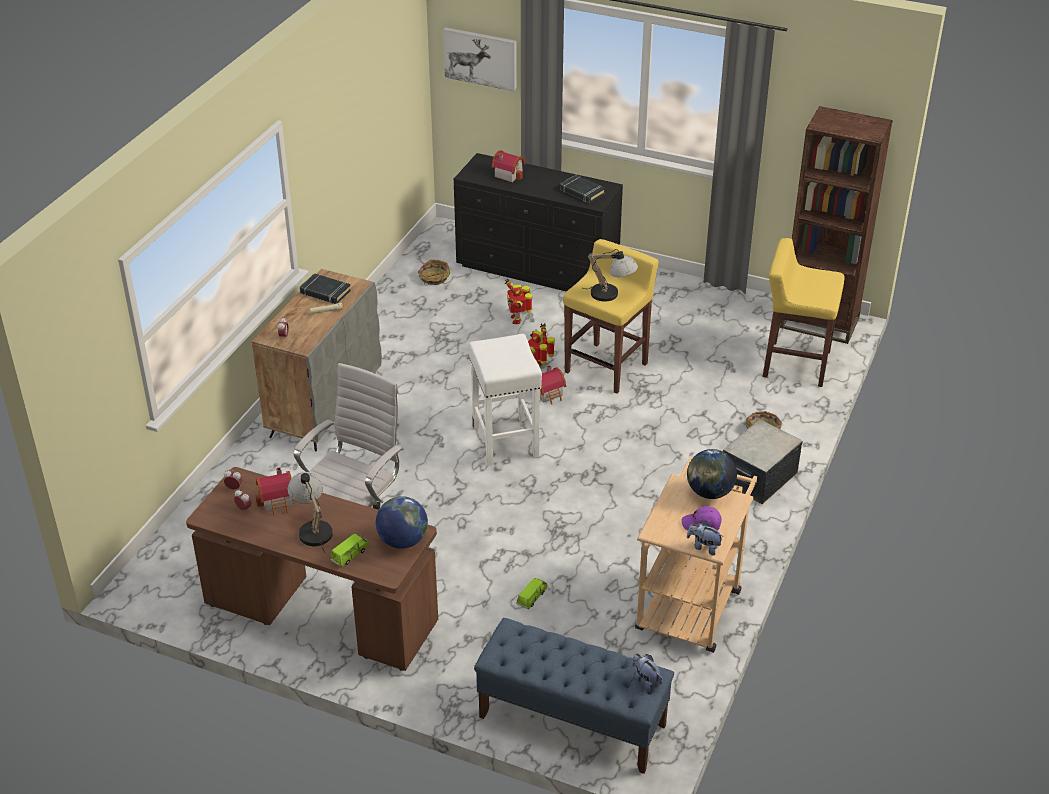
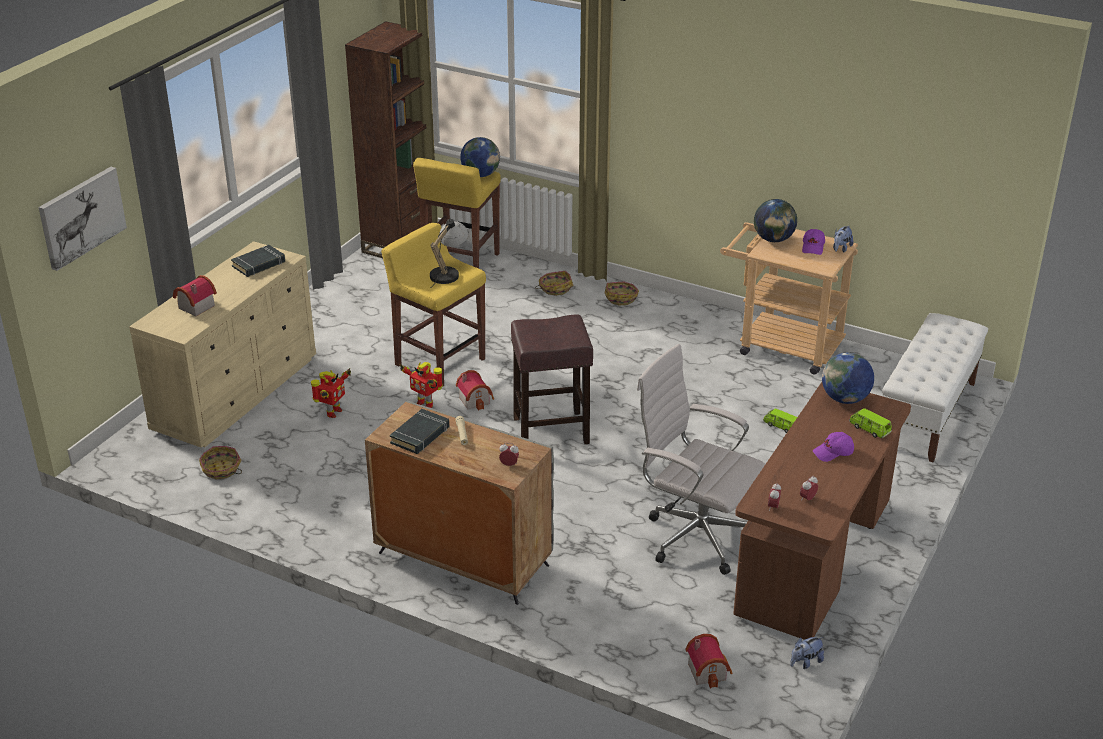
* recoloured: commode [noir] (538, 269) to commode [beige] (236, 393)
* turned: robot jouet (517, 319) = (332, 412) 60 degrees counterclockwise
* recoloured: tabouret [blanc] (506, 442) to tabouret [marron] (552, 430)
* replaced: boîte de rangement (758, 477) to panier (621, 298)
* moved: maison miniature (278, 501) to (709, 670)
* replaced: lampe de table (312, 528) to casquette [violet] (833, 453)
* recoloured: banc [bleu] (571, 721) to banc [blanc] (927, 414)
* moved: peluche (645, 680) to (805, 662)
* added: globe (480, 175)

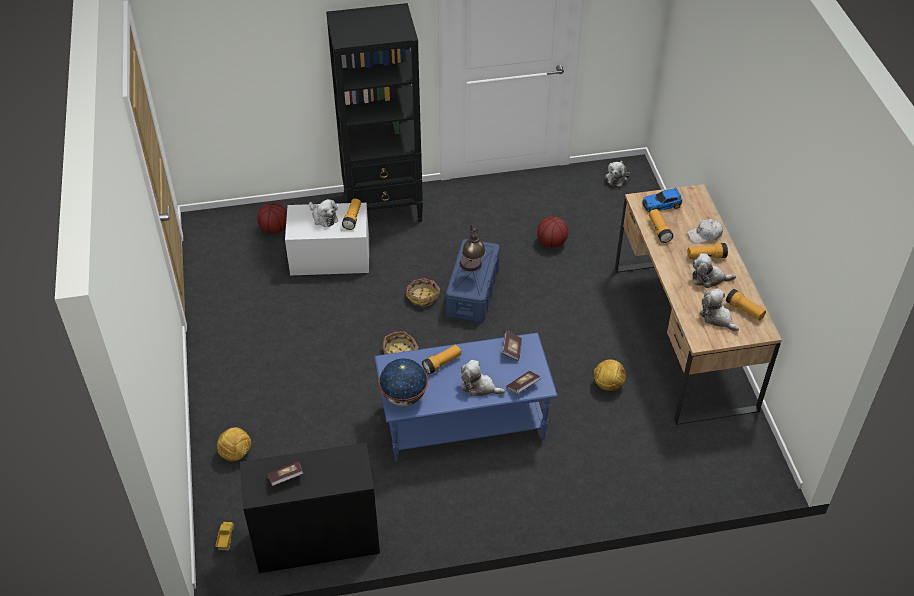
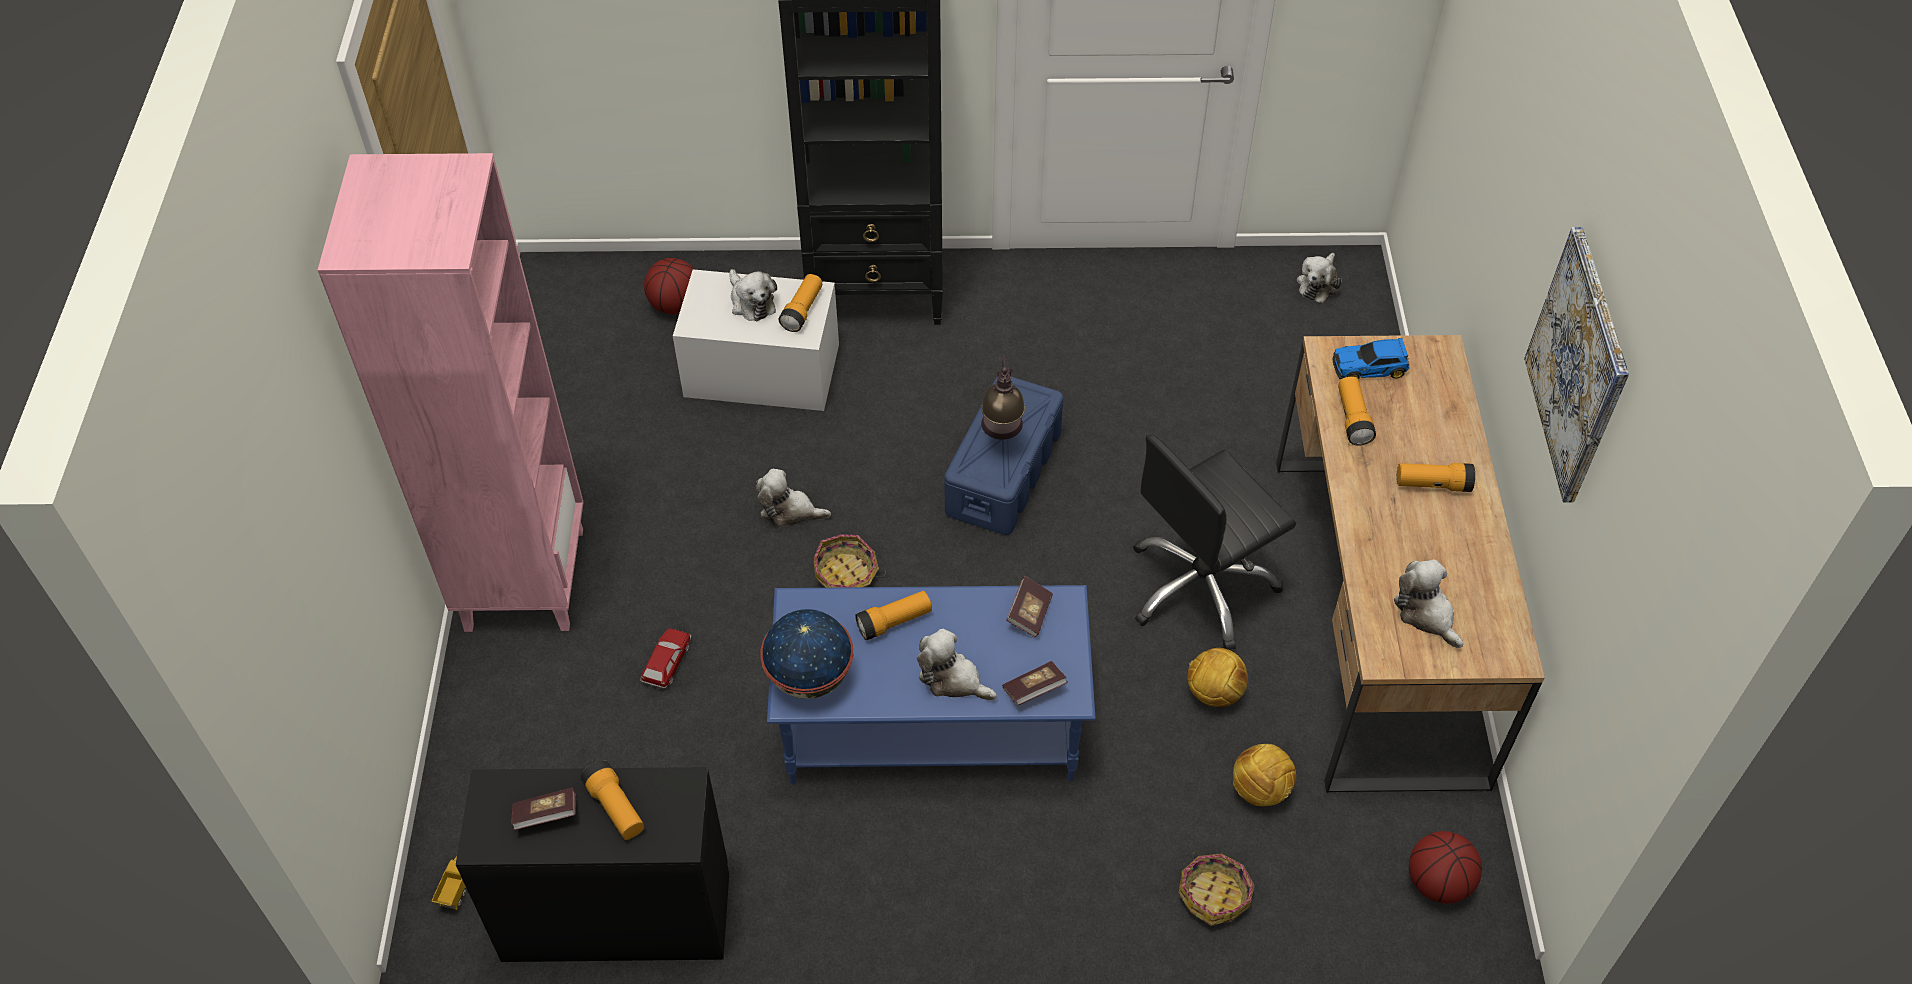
* moved: ballon de basket (551, 243) to (1437, 883)
* removed: casquette [blanc] (705, 235)
* moved: peluche (709, 278) to (789, 510)
* moved: panier (423, 296) to (1214, 894)
* moved: lampe de poche (744, 310) to (615, 808)
* moved: ballon de foot (236, 453) to (1260, 789)
* added: bibliothèque [rose] (523, 578)
* added: tableau (1578, 365)
* added: chaise de bureau [noir] (1201, 588)
* added: petite voiture (667, 662)

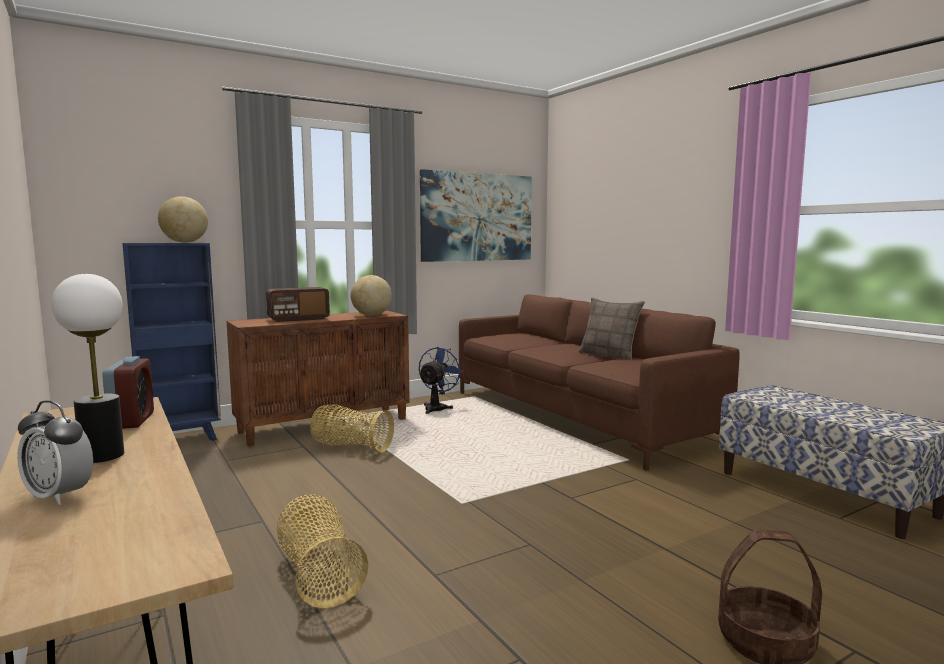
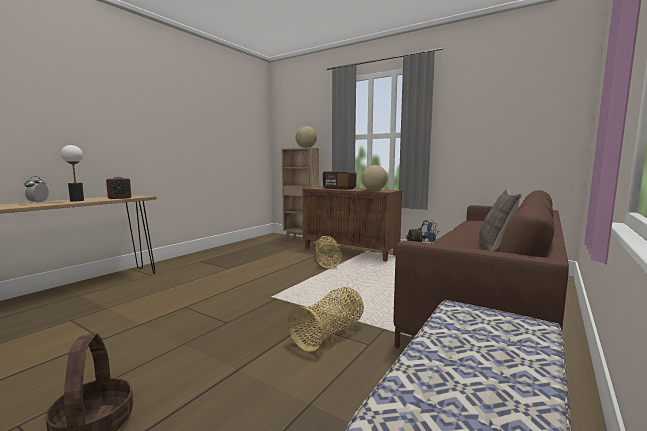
* removed: tableau (477, 217)
* recoloured: bibliothèque [bleu] (181, 440) to bibliothèque [marron] (301, 240)
* moved: panier (319, 574) to (329, 334)

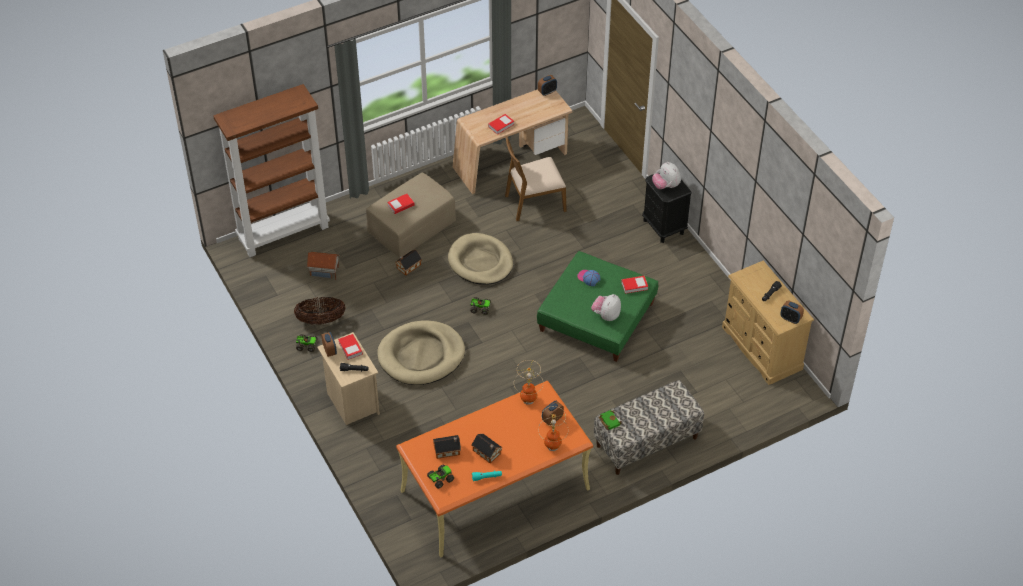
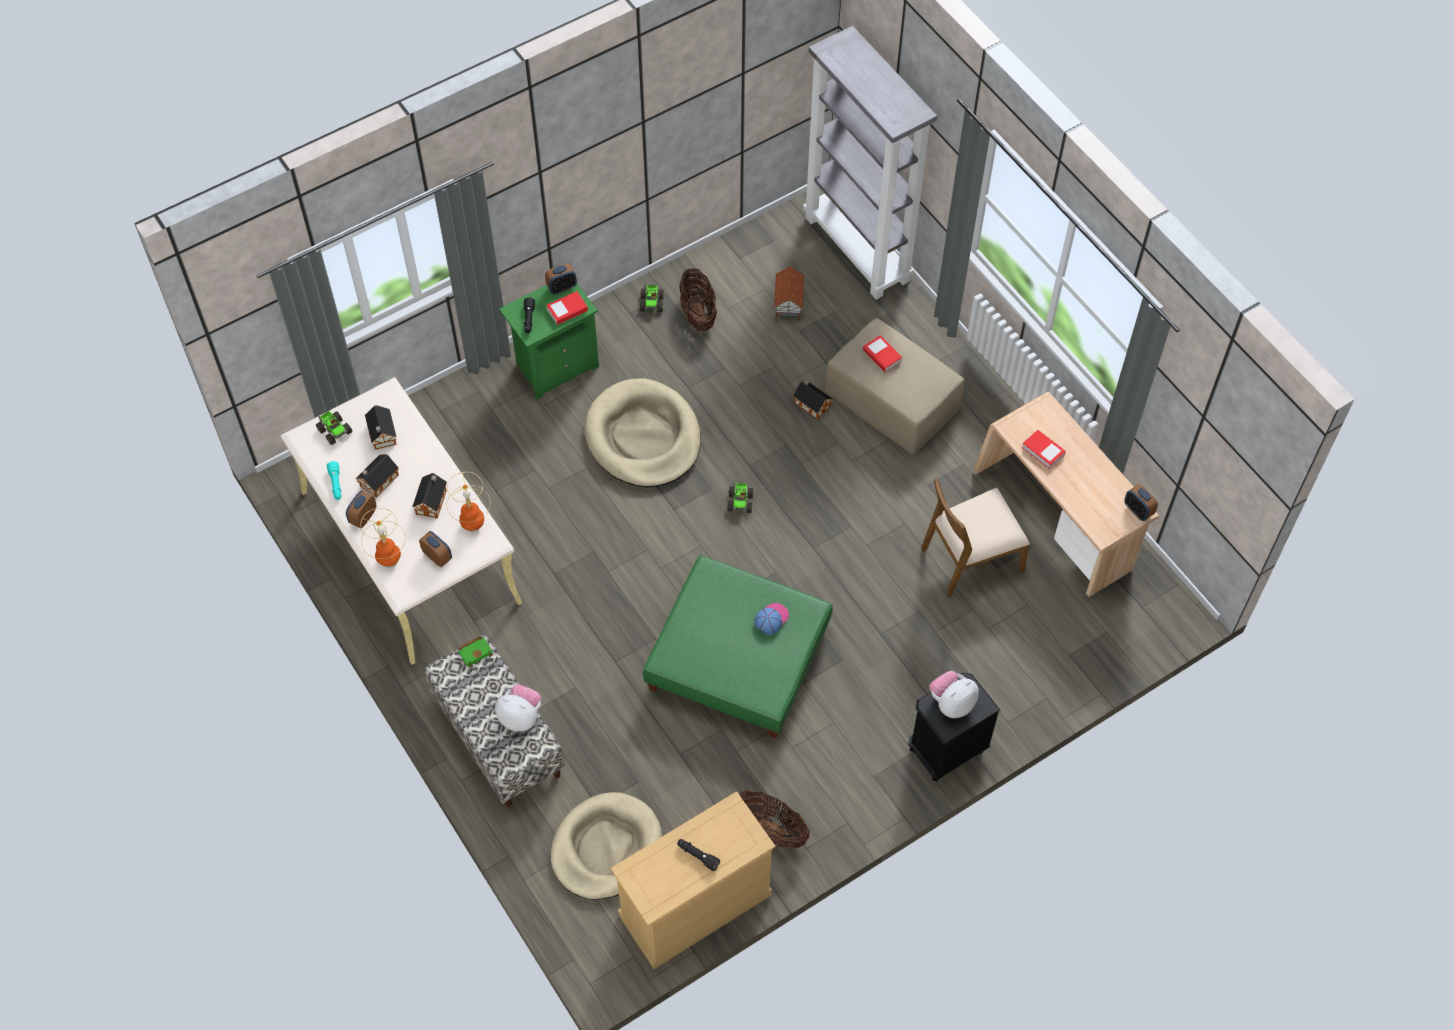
* recoloured: bibliothèque [marron] (284, 232) to bibliothèque [gris] (858, 249)
* turned: chaise [marron] (534, 202) = (970, 558) 90 degrees counterclockwise
* moved: panier pour chien [beige] (480, 262) to (606, 848)
* removed: livre (634, 286)
* moved: peluche (606, 315) to (521, 716)
* moved: réveil (790, 319) to (363, 517)
* recoloured: table de chevet [beige] (351, 402) to table de chevet [vert] (555, 365)
* recoloured: bureau [orange] (494, 490) to bureau [beige] (409, 546)
* added: maison miniature (432, 501)
* added: panier (770, 829)

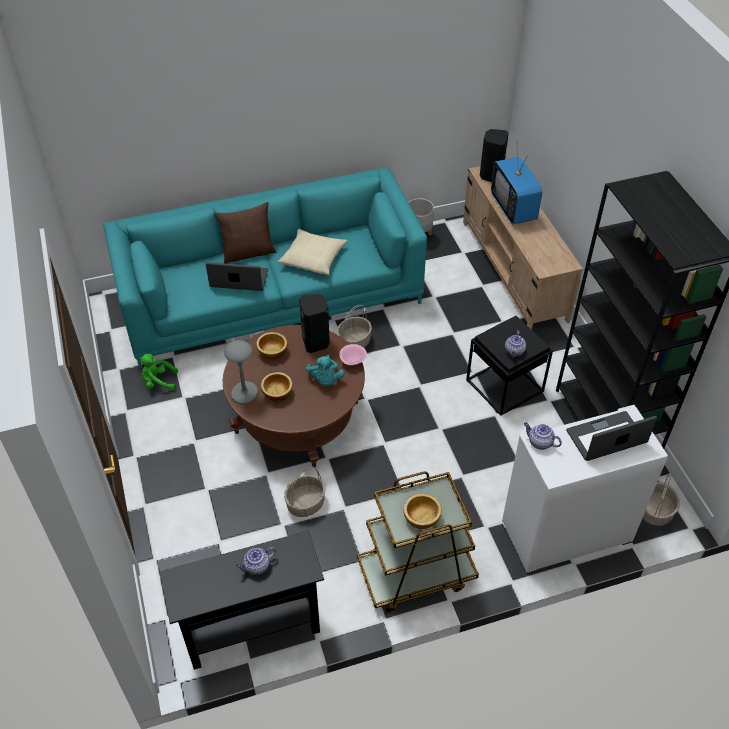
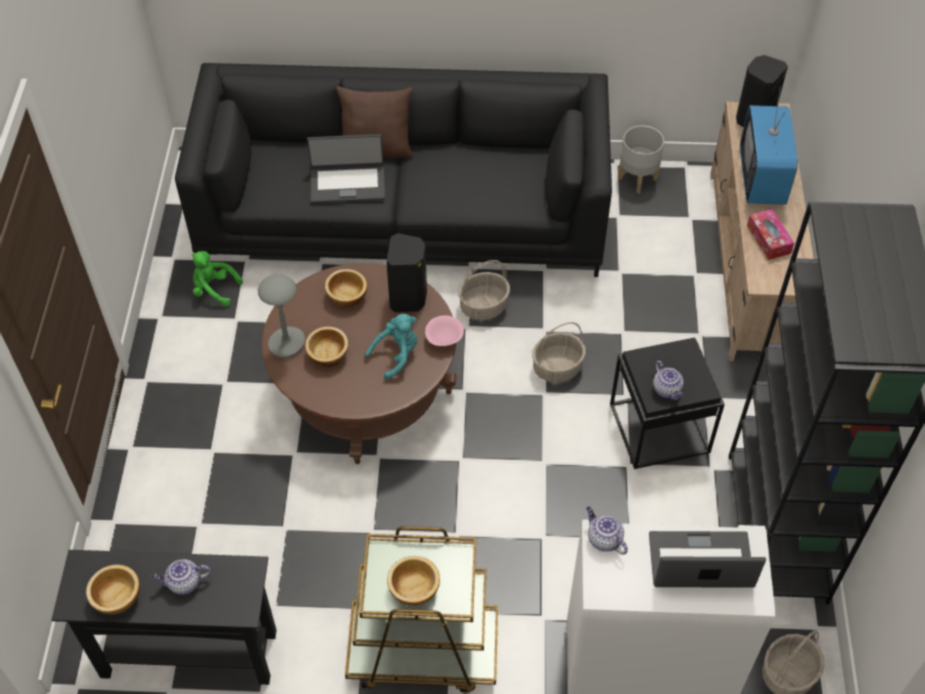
* recoloured: canapé [turquoise] (271, 297) to canapé [noir] (403, 213)
* removed: coussin [beige] (313, 257)
* turned: ordinateur portable (239, 279) = (347, 183) 150 degrees clockwise
* turned: théière (514, 351) = (667, 390) 60 degrees counterclockwise
* turned: peluche [turquoise] (325, 380) = (396, 355) 135 degrees counterclockwise
* moved: panier (305, 504) to (557, 368)
* added: boîte à mouchoirs (768, 239)
* added: bol (116, 598)

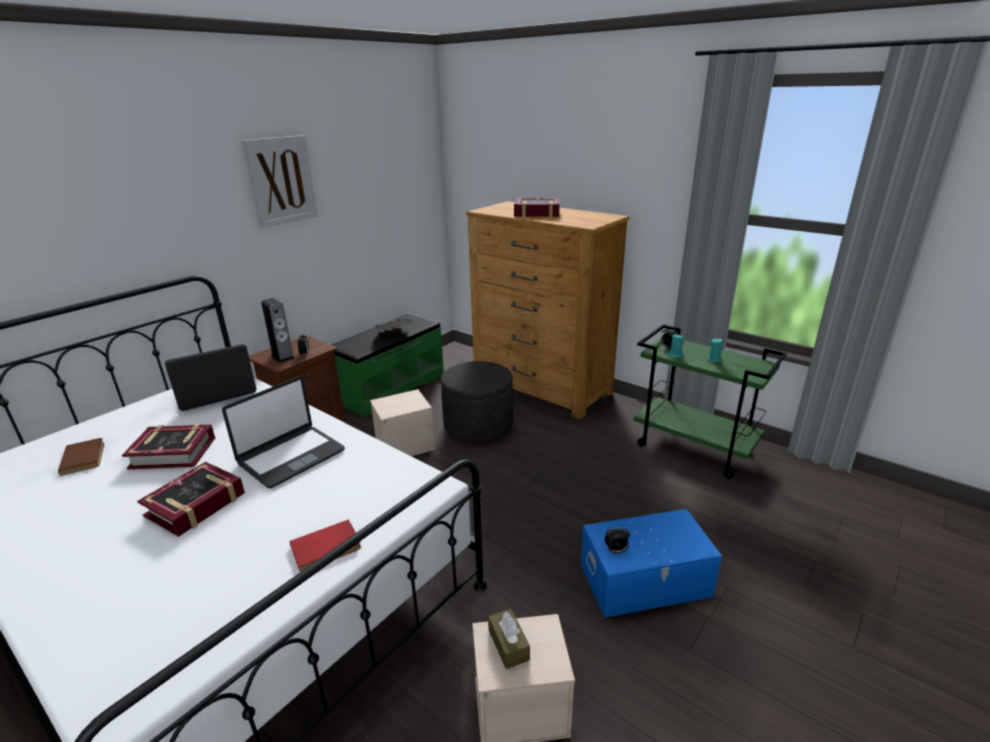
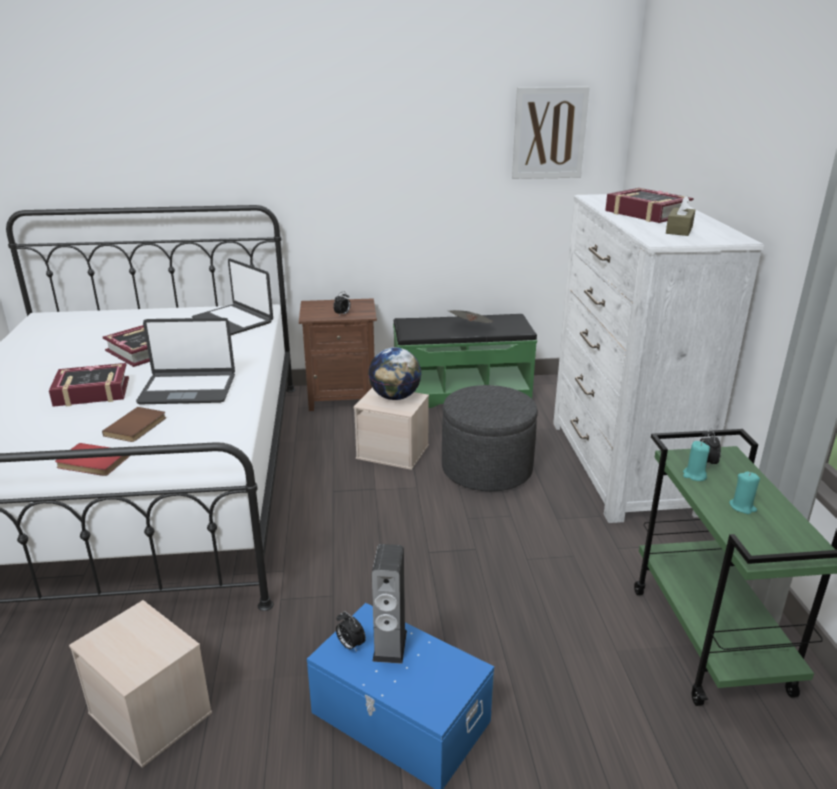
* moved: tableau (281, 180) to (549, 133)
* recoloured: commode [marron] (541, 387) to commode [blanc] (620, 466)
* moved: enceinte (283, 356) to (390, 645)
* turned: ordinateur portable (216, 393) = (233, 321) 150 degrees counterclockwise
* moved: livre [marron] (85, 457) to (137, 427)
* moved: boîte à mouchoirs [marron] (508, 645) to (679, 230)
* added: globe (395, 397)

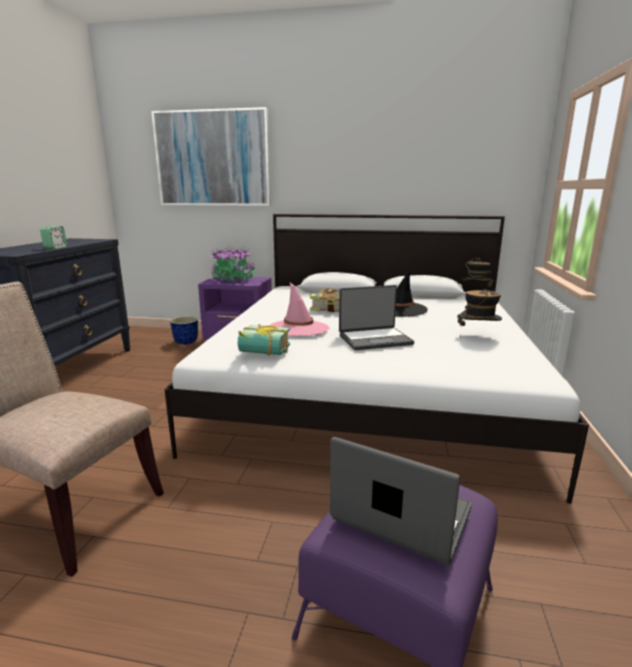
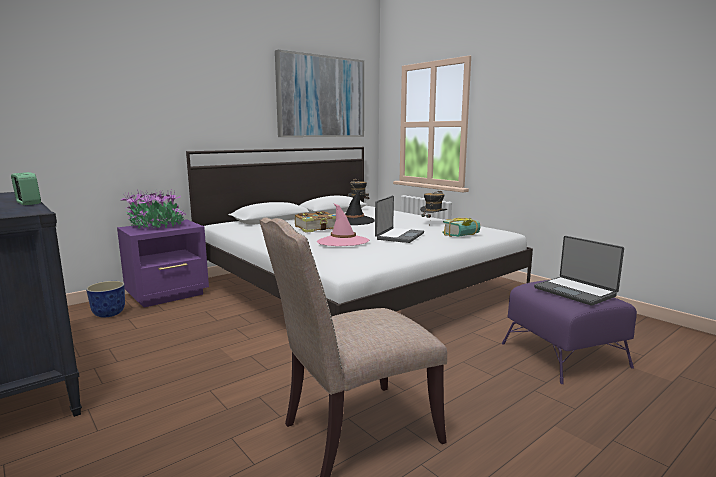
* moved: tableau (213, 159) to (321, 97)
* moved: livre (262, 353) to (463, 236)
* turned: ordinateur portable (400, 517) = (575, 291) 105 degrees counterclockwise

